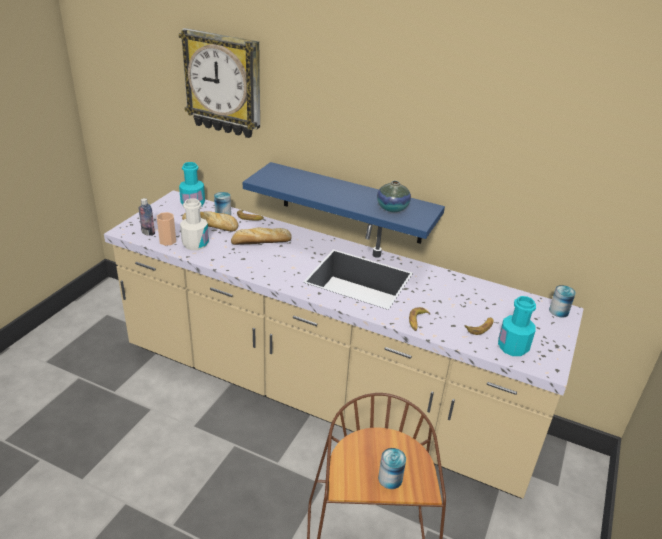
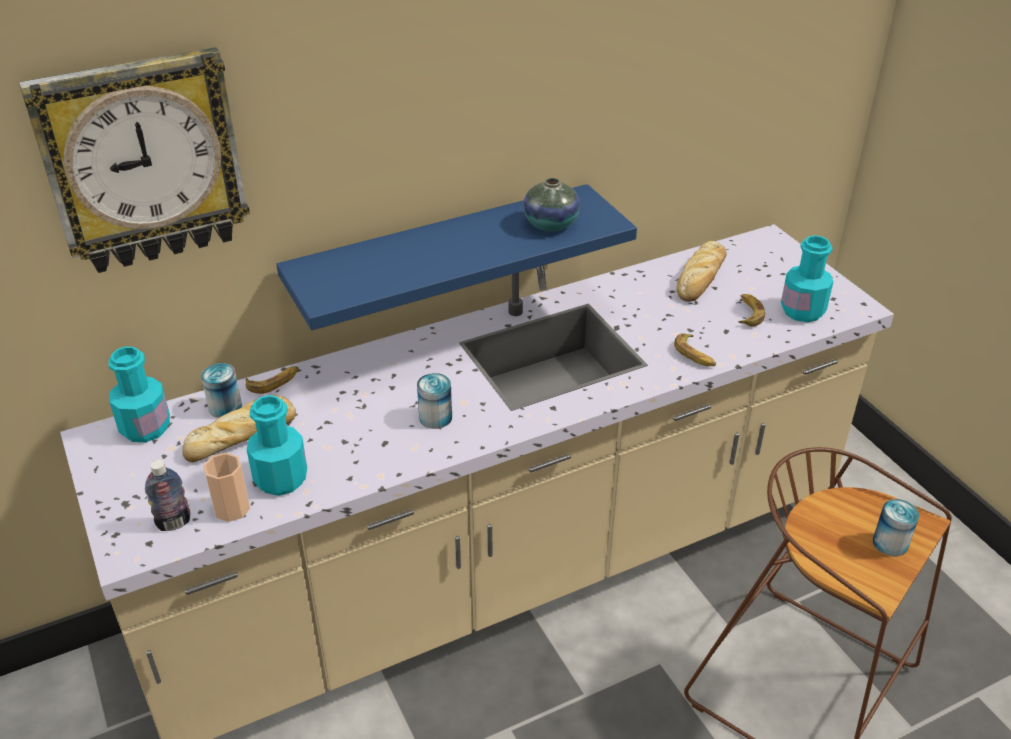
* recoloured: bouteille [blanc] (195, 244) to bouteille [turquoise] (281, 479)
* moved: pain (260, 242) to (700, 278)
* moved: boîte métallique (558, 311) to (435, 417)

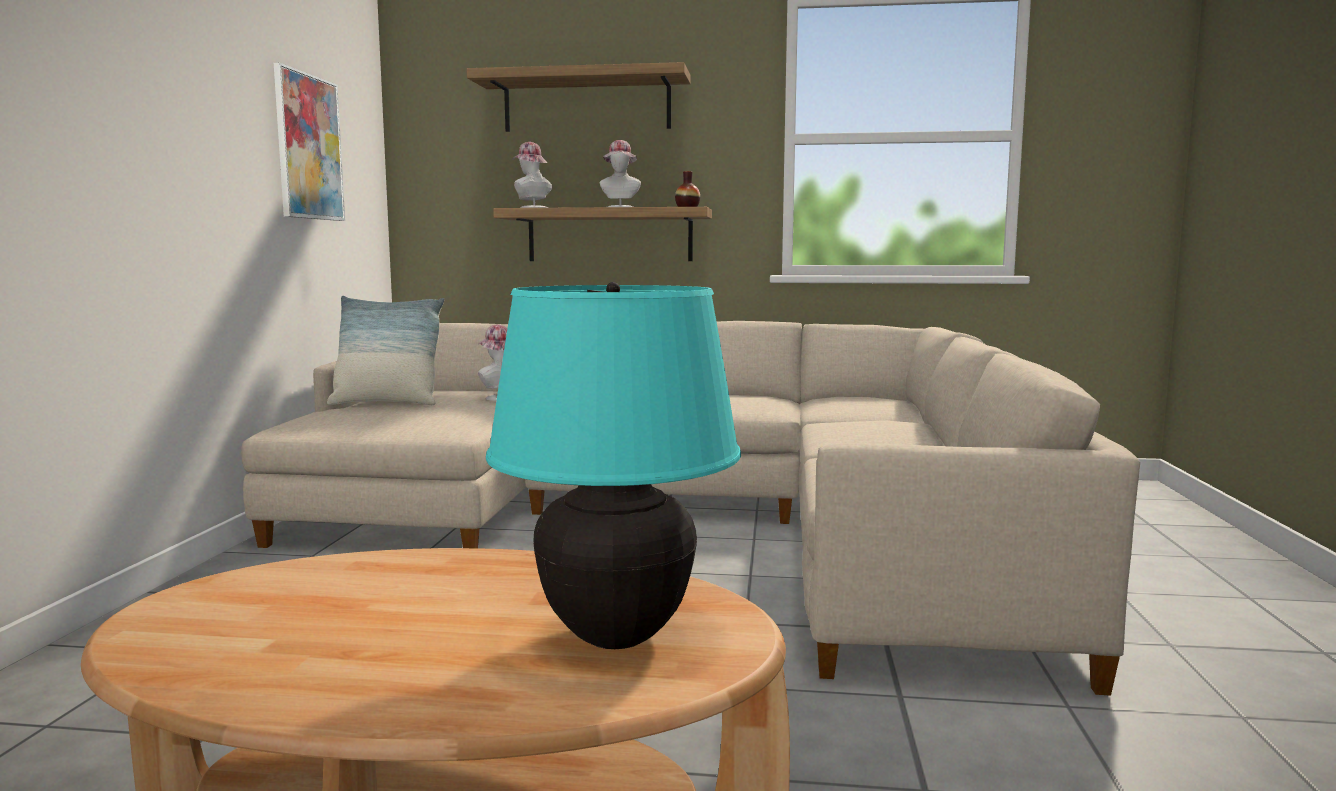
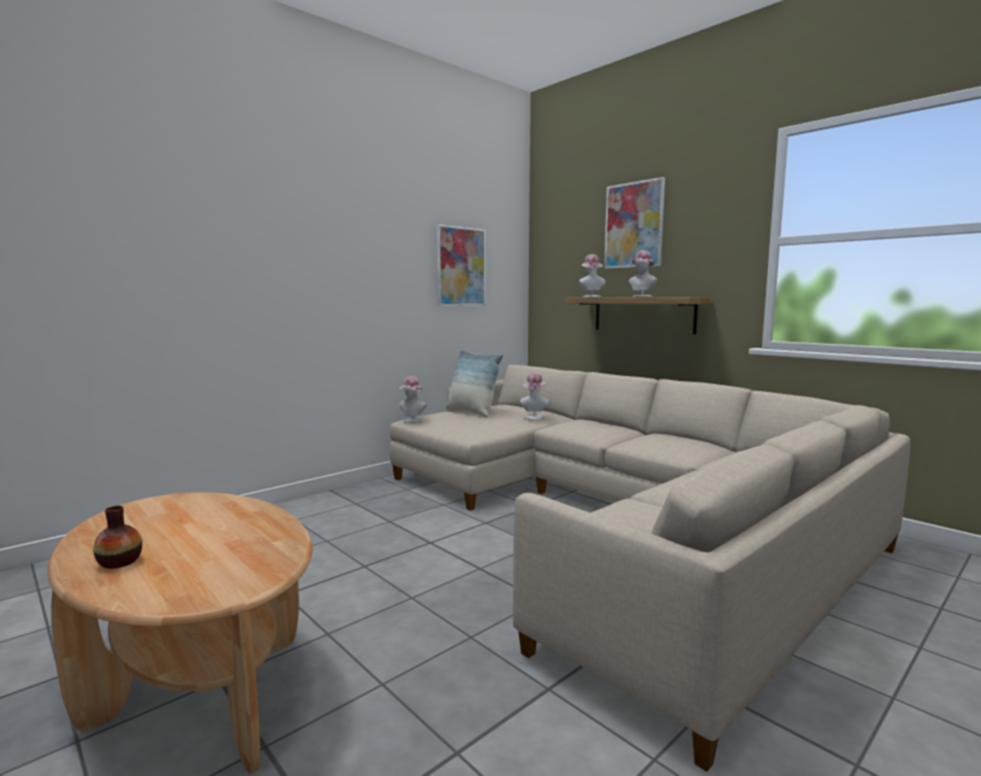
* replaced: étagère (587, 103) to tableau (634, 225)
* moved: vase (687, 207) to (120, 562)
* removed: lampe de table [turquoise] (617, 637)
* added: chapeau (412, 420)

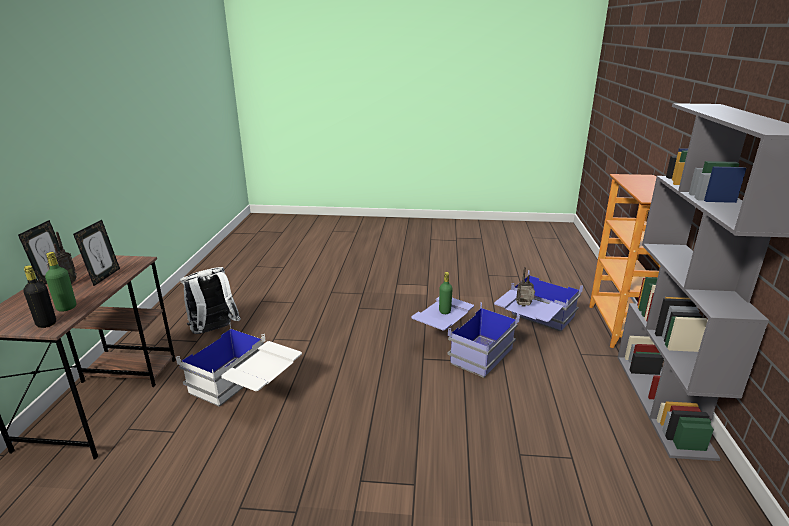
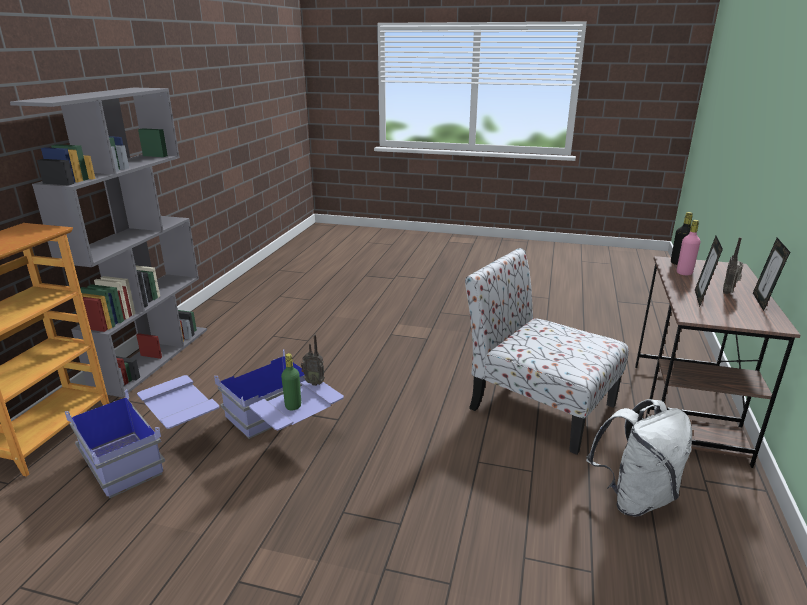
* recoloured: bouteille [vert] (66, 307) to bouteille [rose] (684, 273)
* moved: radio (524, 306) to (314, 382)
* replaced: boîte de rangement [blanc] (246, 389) to chaise (538, 406)

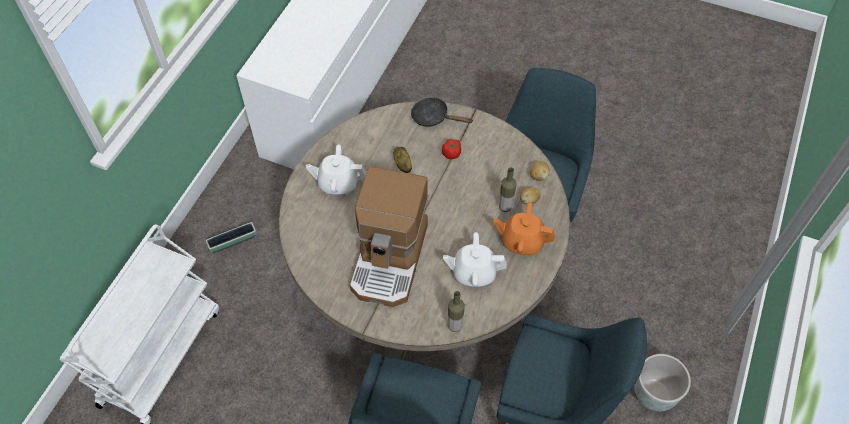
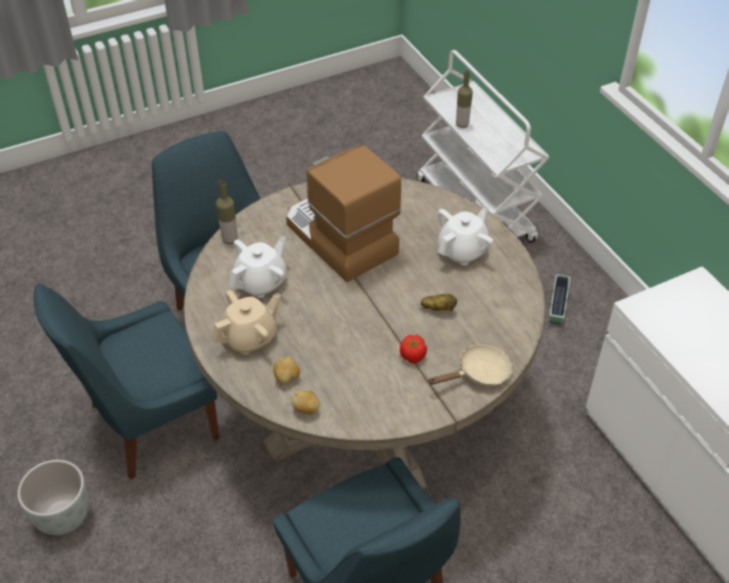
* recoloured: poêle [noir] (433, 117) to poêle [beige] (479, 374)
* moved: bouteille (505, 207) to (462, 124)
* recoloured: théière [orange] (522, 241) to théière [beige] (250, 338)

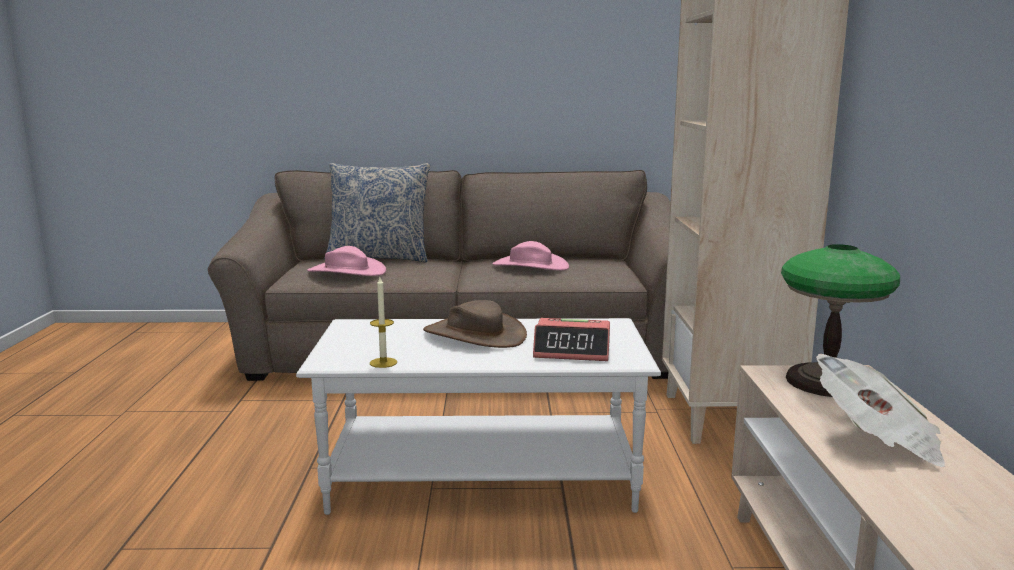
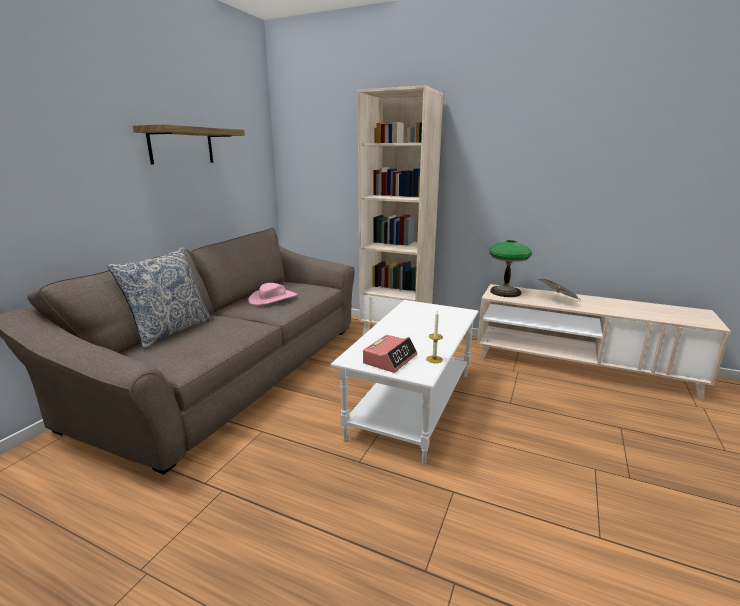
* removed: chapeau [rose] (346, 271)
* removed: chapeau [marron] (475, 335)
* moved: réveil (572, 351) to (390, 359)
* added: étagère (181, 146)

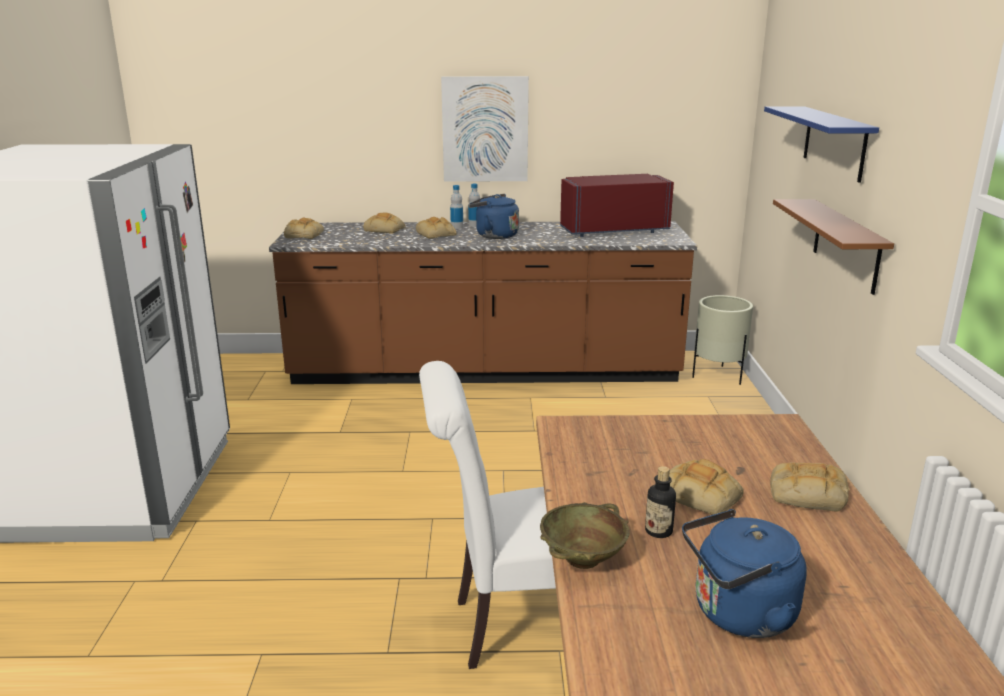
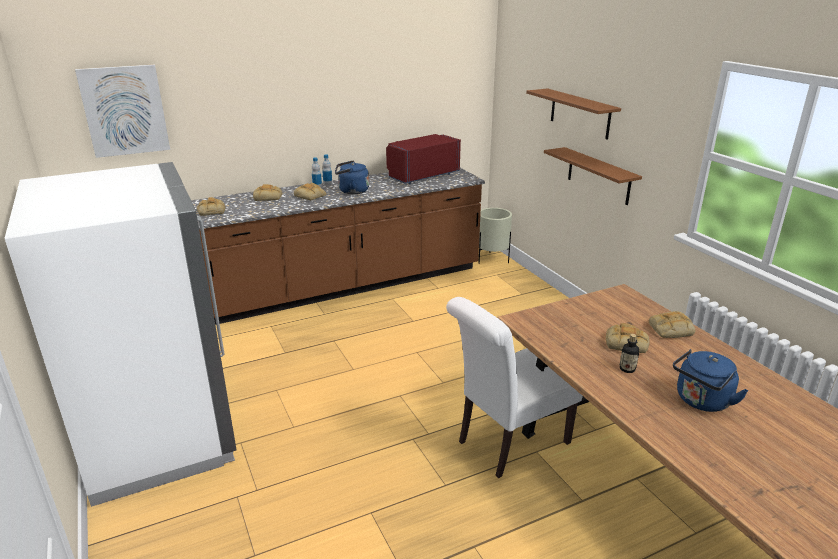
* moved: tableau (485, 129) to (124, 110)
* recoloured: étagère [bleu] (834, 142) to étagère [marron] (580, 113)
* removed: bol [beige] (583, 558)

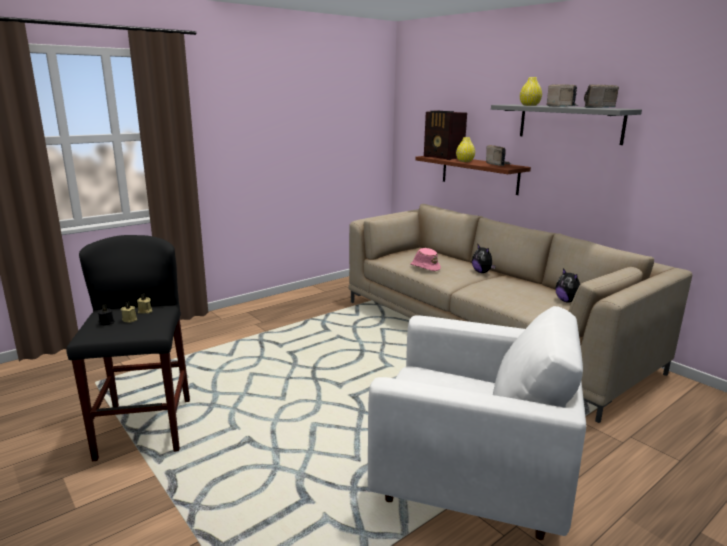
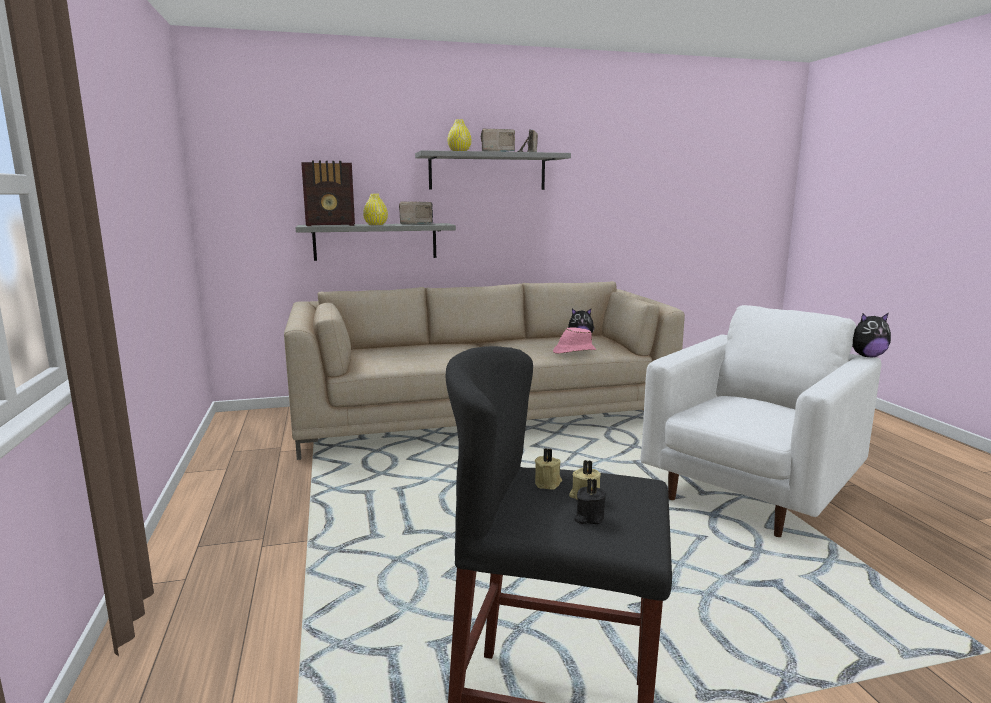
* recoloured: étagère [marron] (479, 174) to étagère [gris] (375, 241)
* moved: peluche (482, 272) to (867, 356)
* moved: chapeau [rose] (425, 267) to (573, 351)

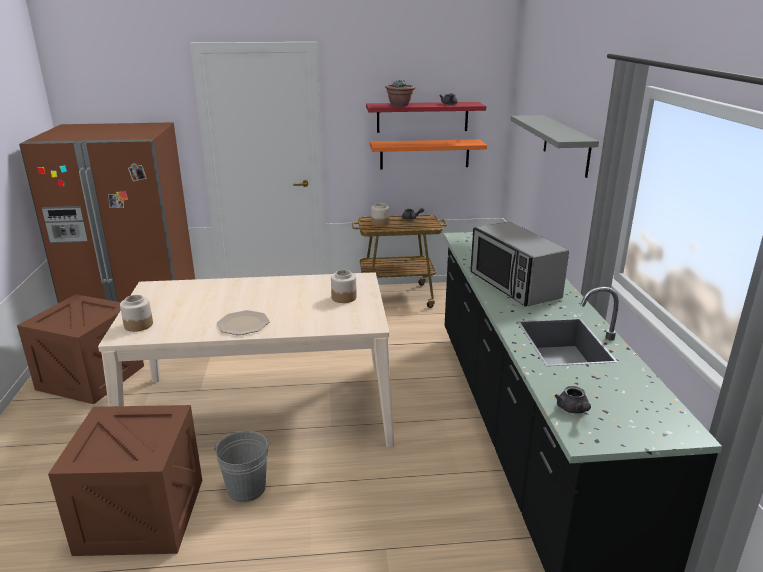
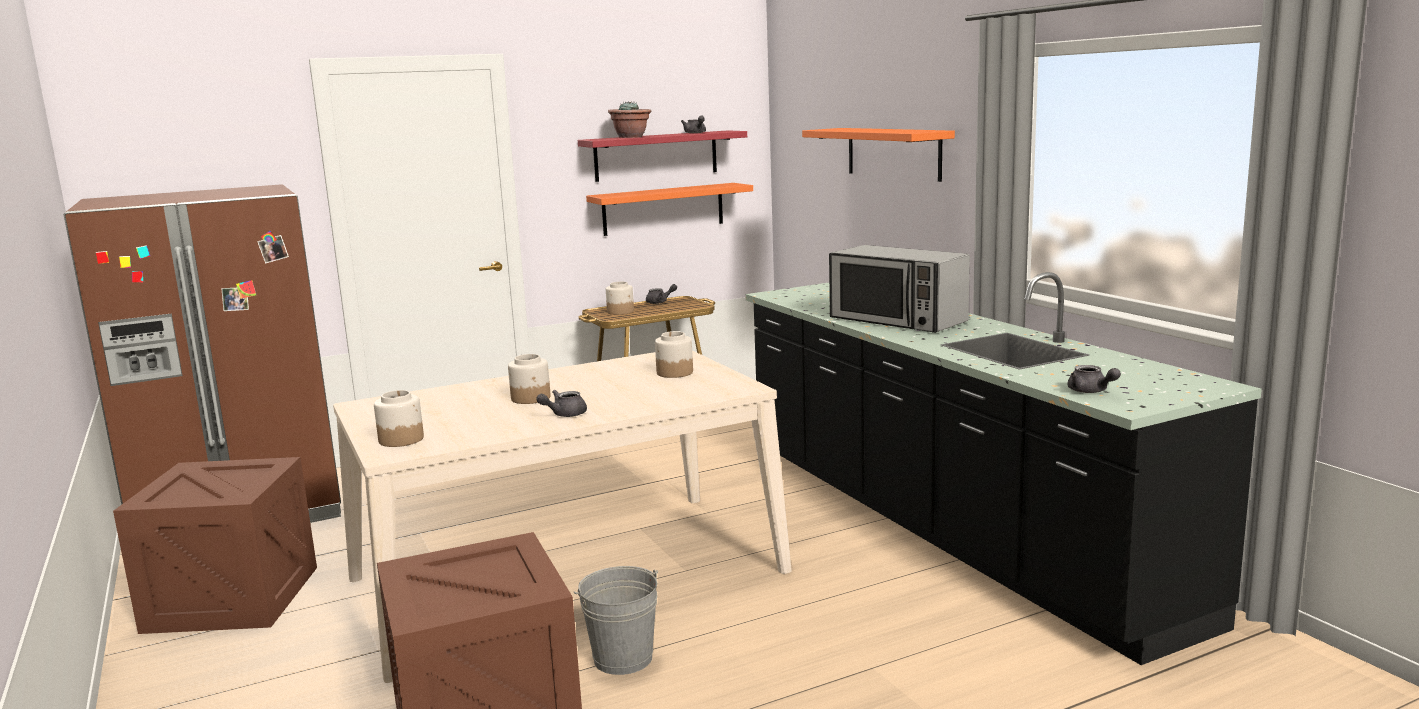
* recoloured: étagère [gris] (566, 145) to étagère [orange] (893, 153)
* replaced: assiette (243, 324) to théière [gris] (564, 414)
* added: bocal (531, 398)

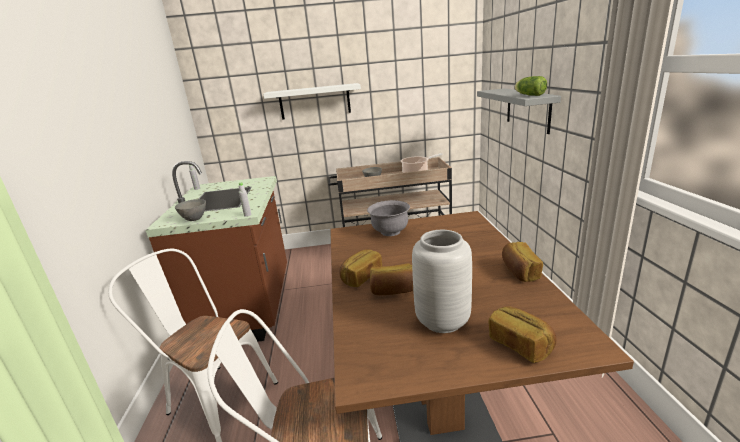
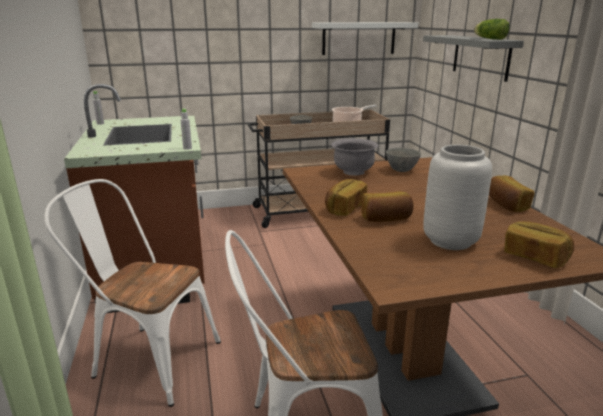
* moved: étagère [blanc] (314, 101) to (359, 38)
* moved: bol [gris] (195, 219) to (402, 170)

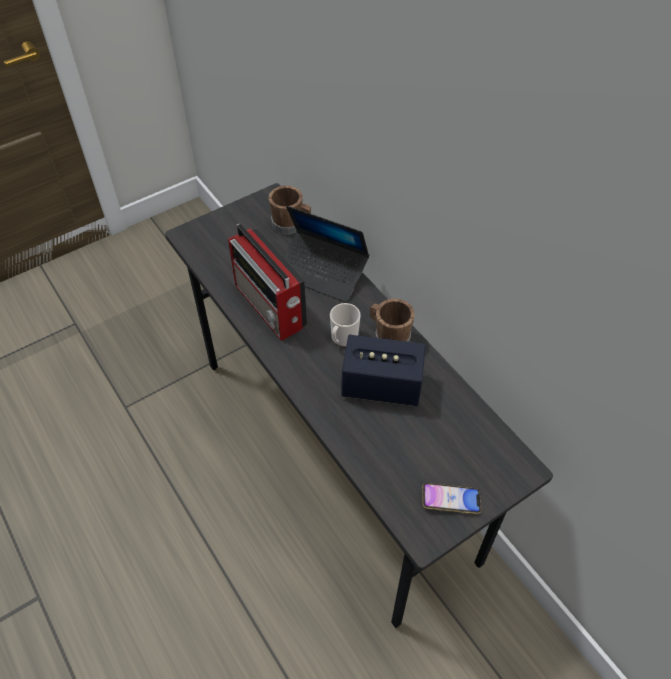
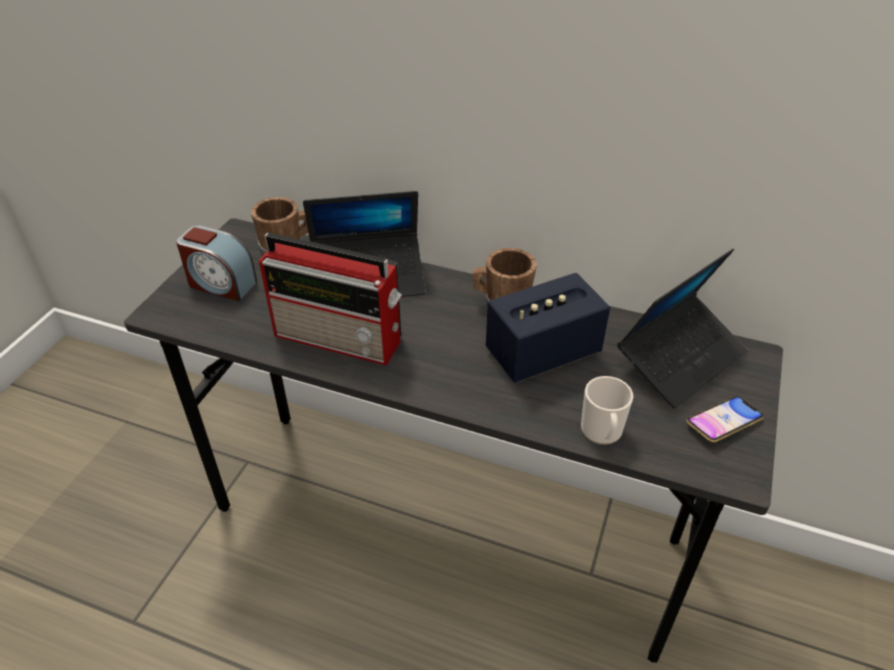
* moved: mug (342, 338) to (602, 433)
* added: réveil (221, 284)
* added: ordinateur portable (680, 358)

